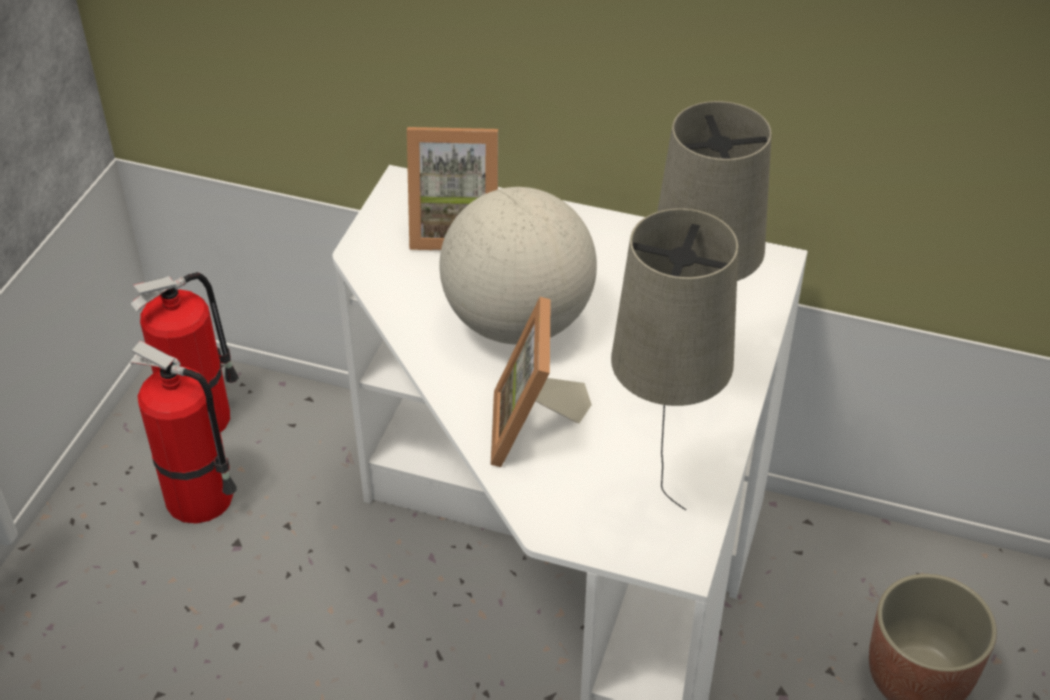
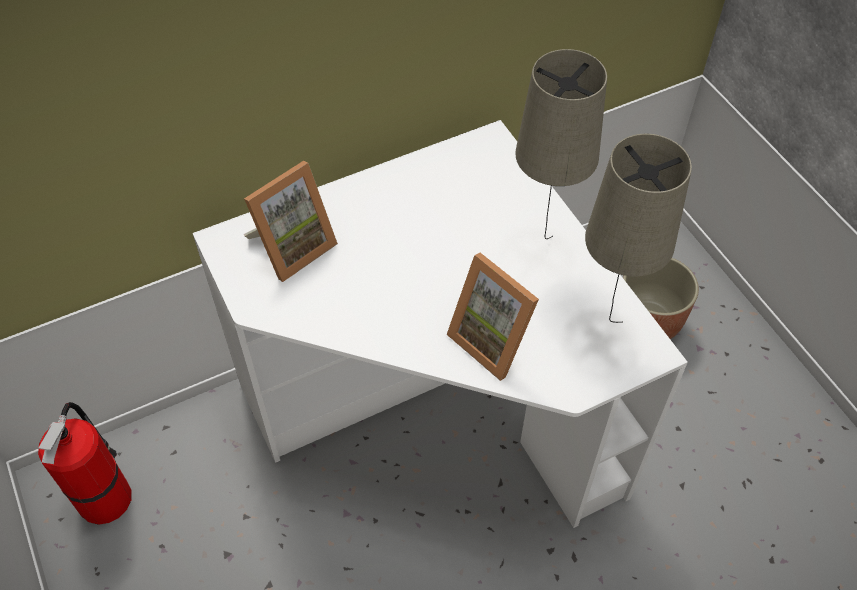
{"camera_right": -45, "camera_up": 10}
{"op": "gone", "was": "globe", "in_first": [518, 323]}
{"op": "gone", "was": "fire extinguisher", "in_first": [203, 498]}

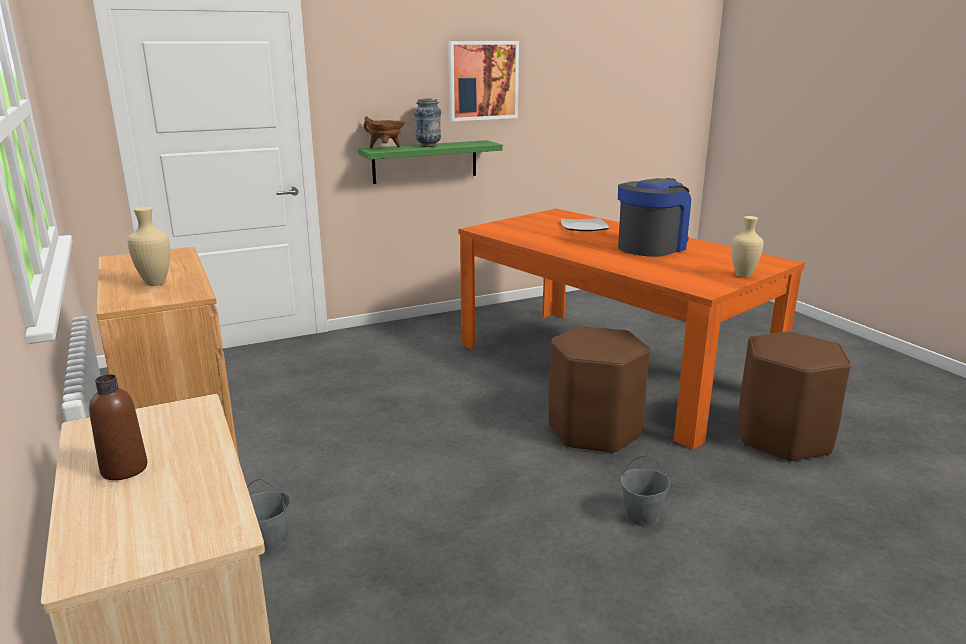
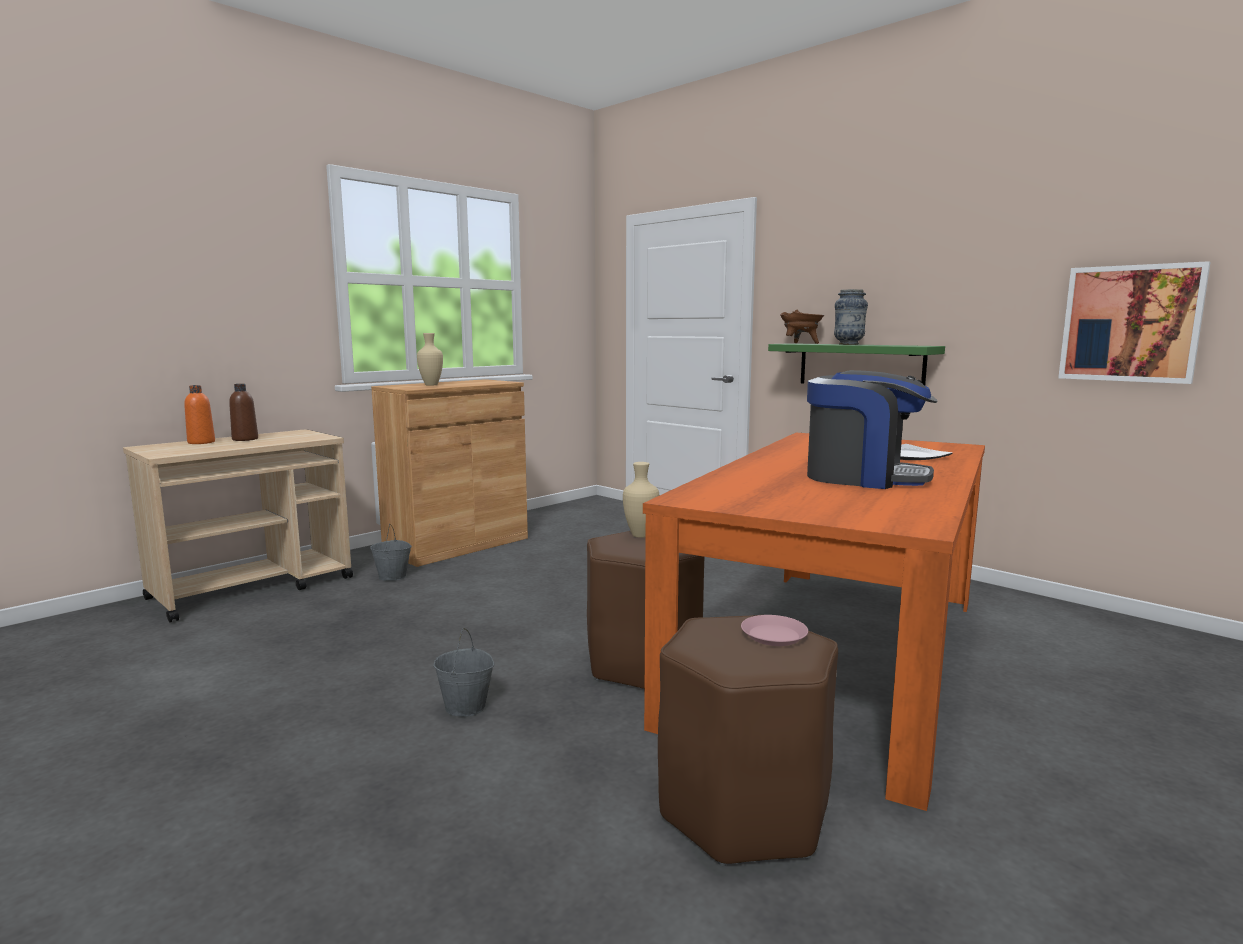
{"camera_right": 70, "camera_up": -10}
{"op": "shifted", "was": "picture", "in_first": [483, 80], "in_second": [1130, 323]}
{"op": "shifted", "was": "beige vase", "in_first": [743, 275], "in_second": [642, 535]}
{"op": "new", "now": "orange bottle", "in_second": [201, 442]}
{"op": "new", "now": "pink plate", "in_second": [773, 636]}

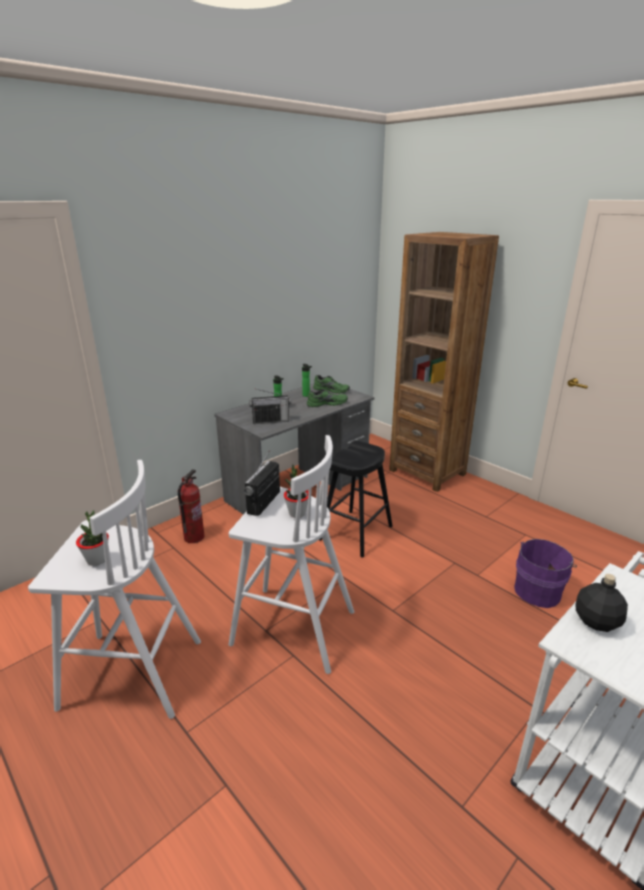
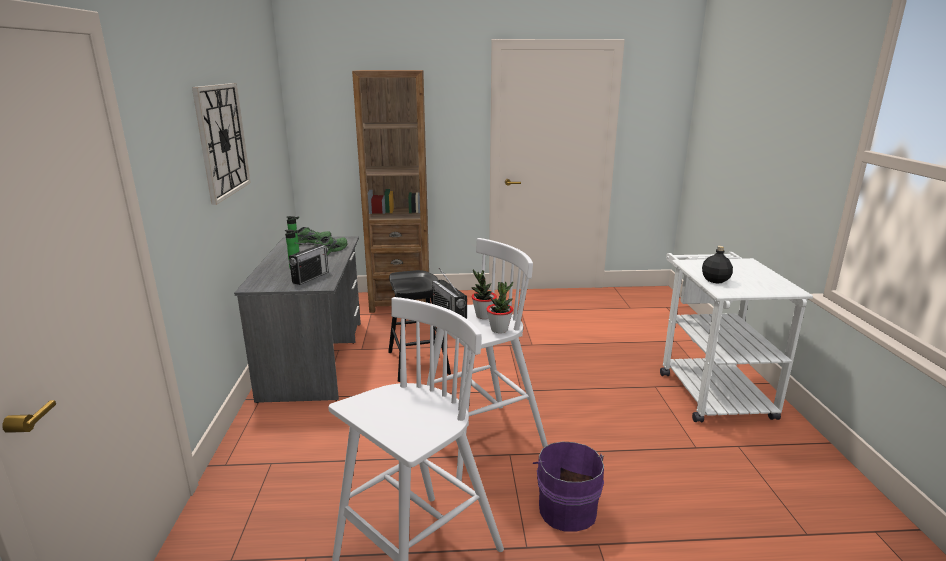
{"camera_right": -50, "camera_up": -5}
{"op": "gone", "was": "fire extinguisher", "in_first": [194, 537]}
{"op": "shifted", "was": "potted plant", "in_first": [97, 560], "in_second": [499, 329]}
{"op": "shifted", "was": "purple bucket", "in_first": [538, 590], "in_second": [566, 508]}
{"op": "new", "now": "wall clock", "in_second": [222, 140]}

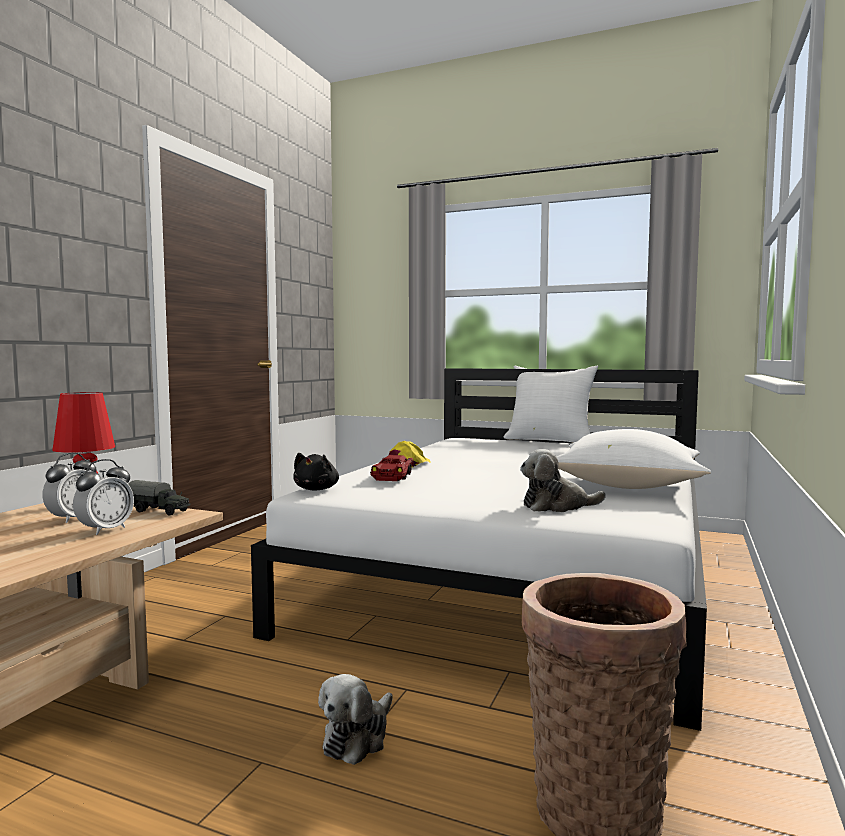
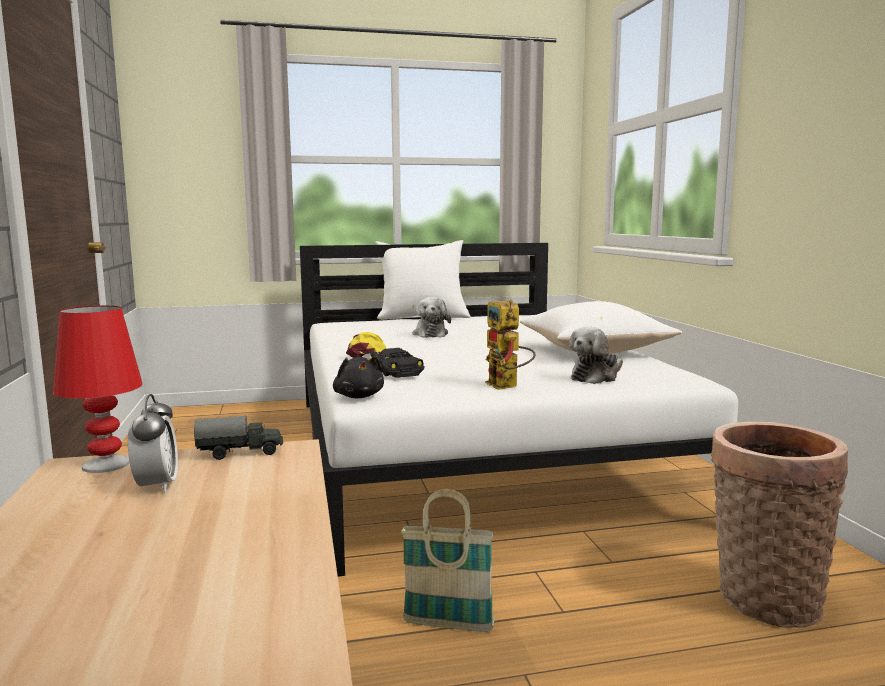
{"camera_right": -35, "camera_up": 5}
{"op": "repainted", "was": "red toy car", "now": "black toy car", "in_first": [394, 476], "in_second": [395, 371]}
{"op": "gone", "was": "alarm clock", "in_first": [105, 530]}
{"op": "shifted", "was": "plush toy", "in_first": [358, 737], "in_second": [430, 334]}
{"op": "new", "now": "toy robot", "in_second": [507, 386]}
{"op": "new", "now": "basket", "in_second": [448, 625]}

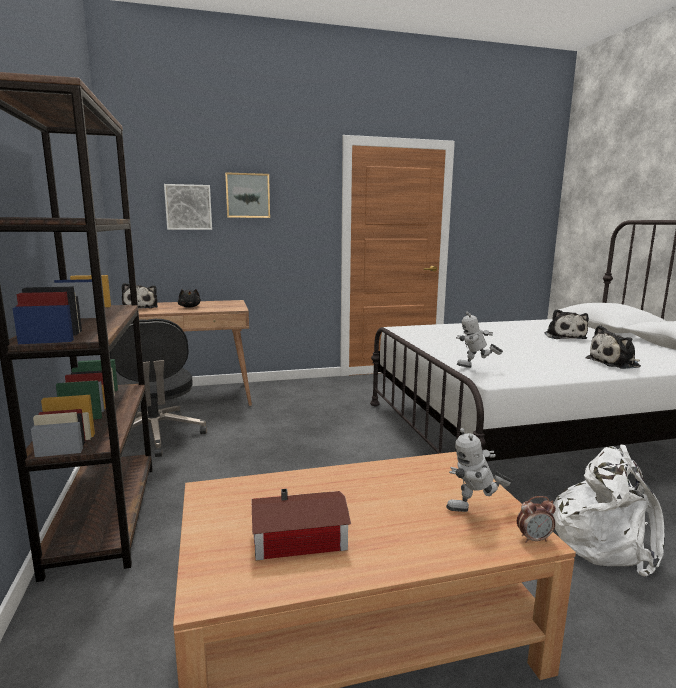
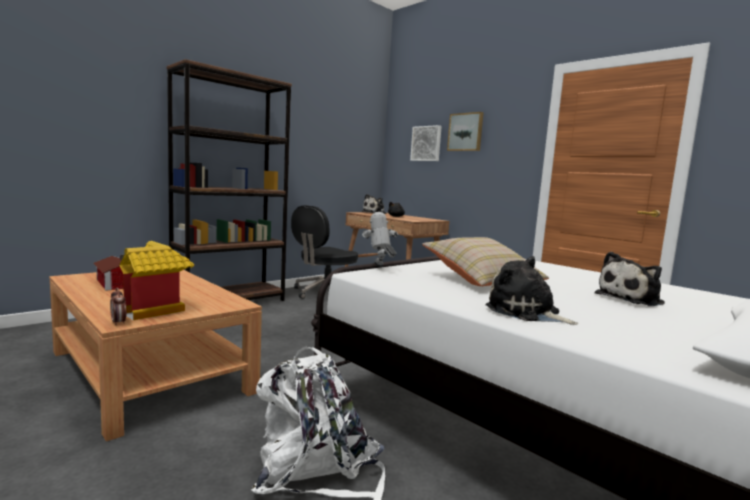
{"camera_right": 60, "camera_up": -5}
{"op": "swapped", "was": "toy robot", "now": "toy house", "in_first": [475, 511], "in_second": [157, 310]}
{"op": "new", "now": "beige pillow", "in_second": [482, 280]}

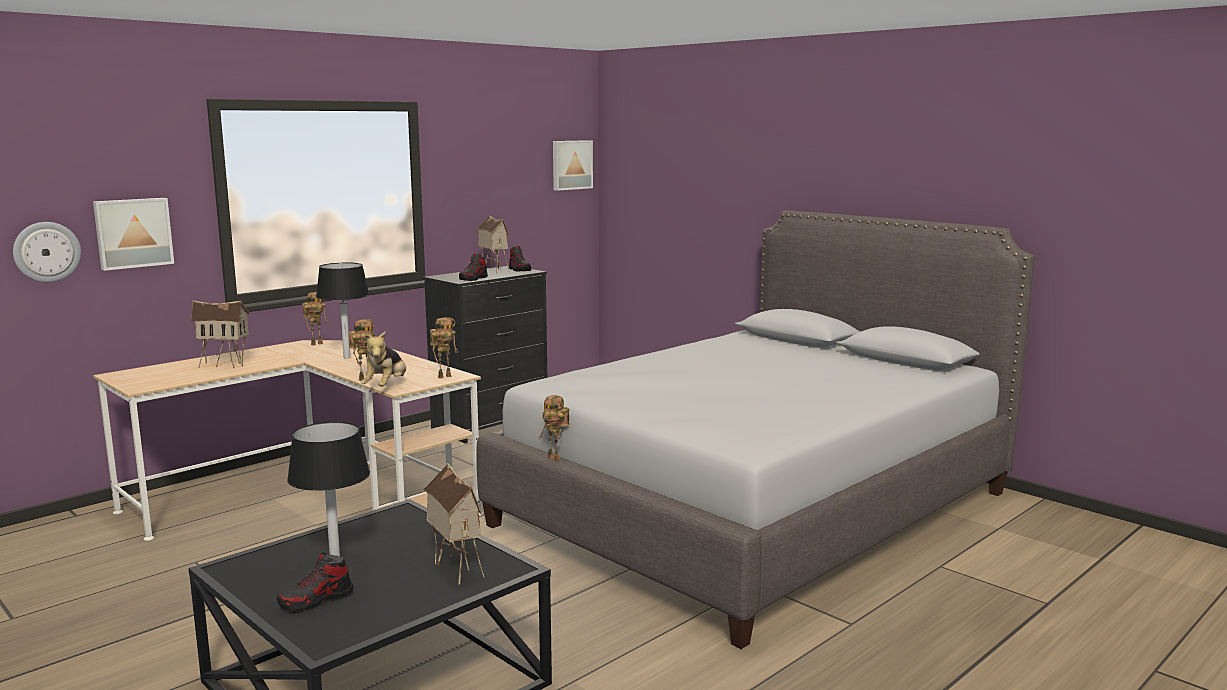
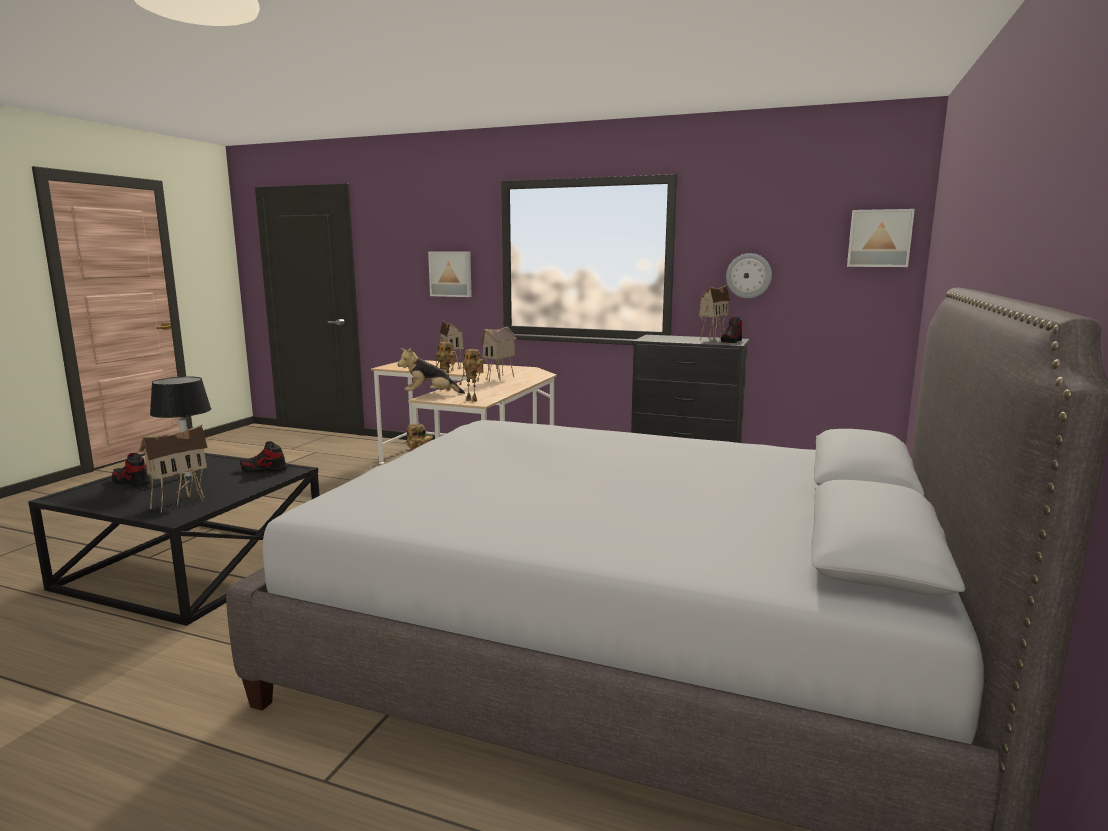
{"camera_right": 65, "camera_up": 0}
{"op": "shifted", "was": "wall clock", "in_first": [47, 252], "in_second": [748, 275]}
{"op": "shifted", "was": "shoe", "in_first": [473, 279], "in_second": [264, 470]}
{"op": "swapped", "was": "black table lamp", "now": "toy house", "in_first": [347, 357], "in_second": [500, 379]}
{"op": "gone", "was": "toy robot", "in_first": [317, 344]}

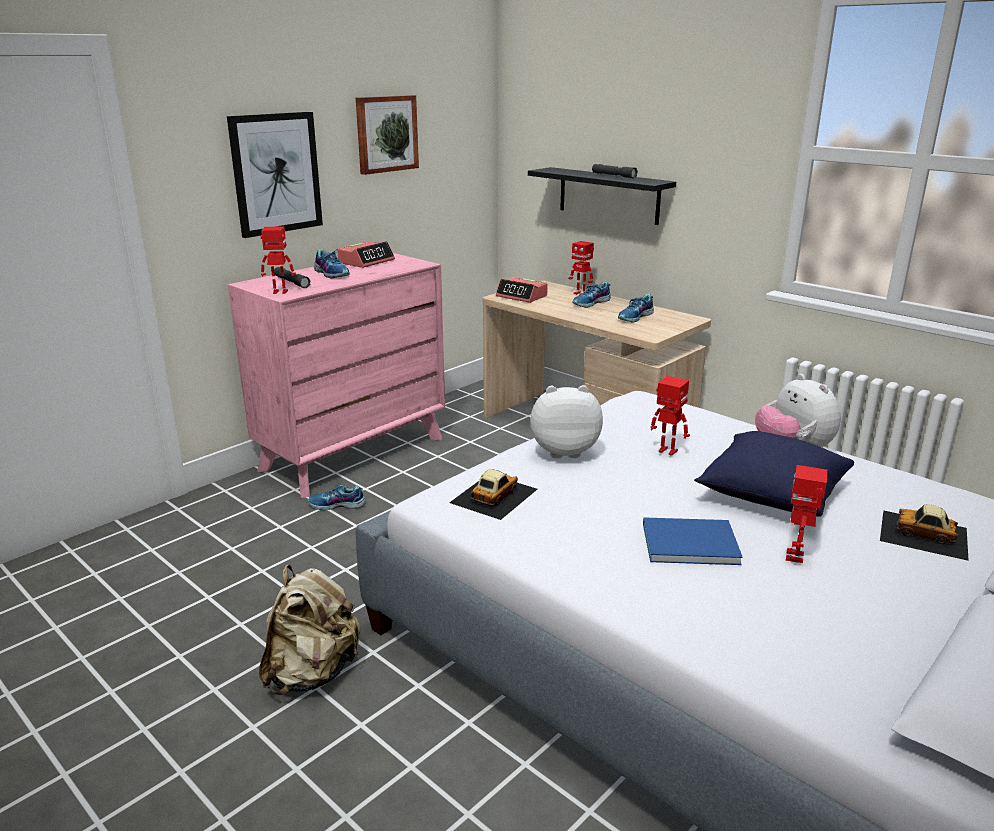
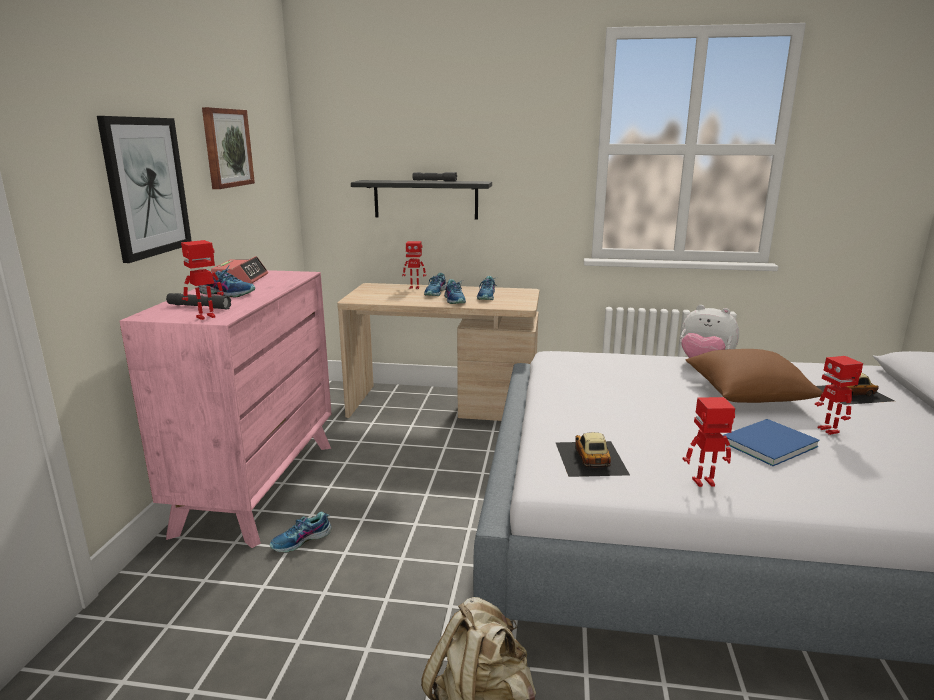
{"camera_right": -35, "camera_up": -5}
{"op": "gone", "was": "alarm clock", "in_first": [522, 296]}
{"op": "shifted", "was": "toy robot", "in_first": [667, 451], "in_second": [704, 483]}
{"op": "gone", "was": "plush toy", "in_first": [564, 451]}
{"op": "repainted", "was": "blue pillow", "now": "brown pillow", "in_first": [771, 494], "in_second": [747, 395]}
{"op": "new", "now": "shoe", "in_second": [455, 300]}

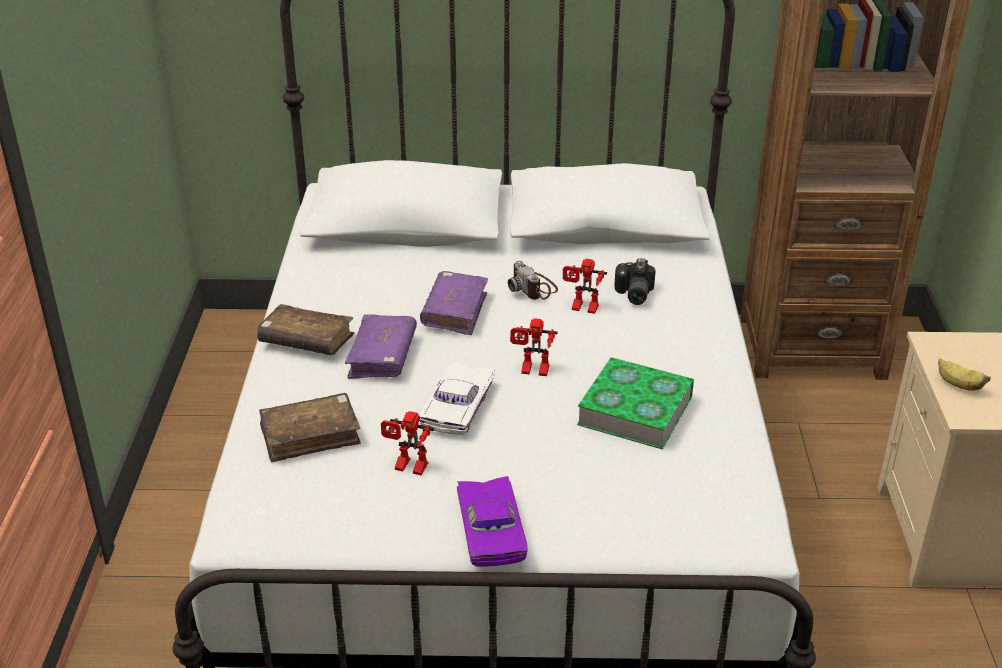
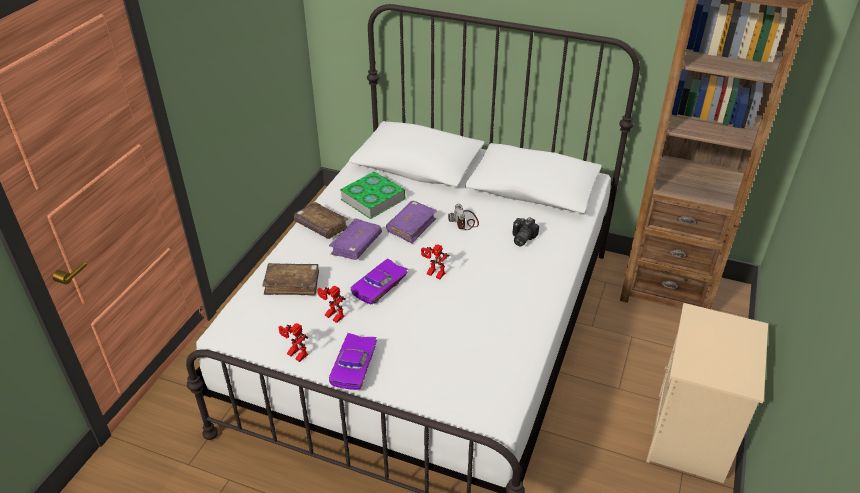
{"camera_right": 20, "camera_up": 5}
{"op": "shifted", "was": "toy robot", "in_first": [582, 309], "in_second": [294, 355]}
{"op": "shifted", "was": "book", "in_first": [635, 410], "in_second": [373, 199]}
{"op": "gone", "was": "banana", "in_first": [957, 385]}
{"op": "repainted", "was": "white toy car", "now": "purple toy car", "in_first": [460, 407], "in_second": [381, 287]}

